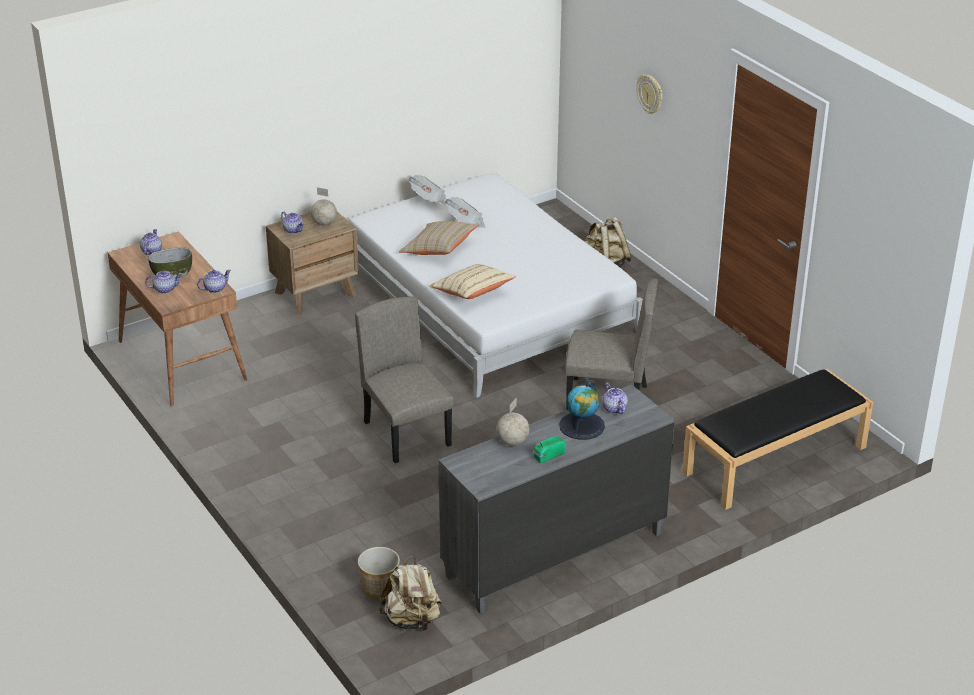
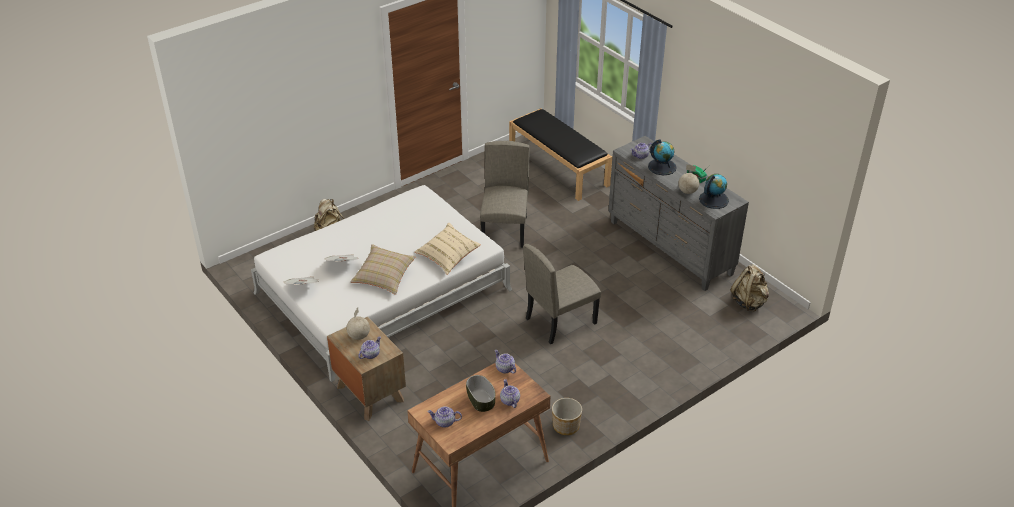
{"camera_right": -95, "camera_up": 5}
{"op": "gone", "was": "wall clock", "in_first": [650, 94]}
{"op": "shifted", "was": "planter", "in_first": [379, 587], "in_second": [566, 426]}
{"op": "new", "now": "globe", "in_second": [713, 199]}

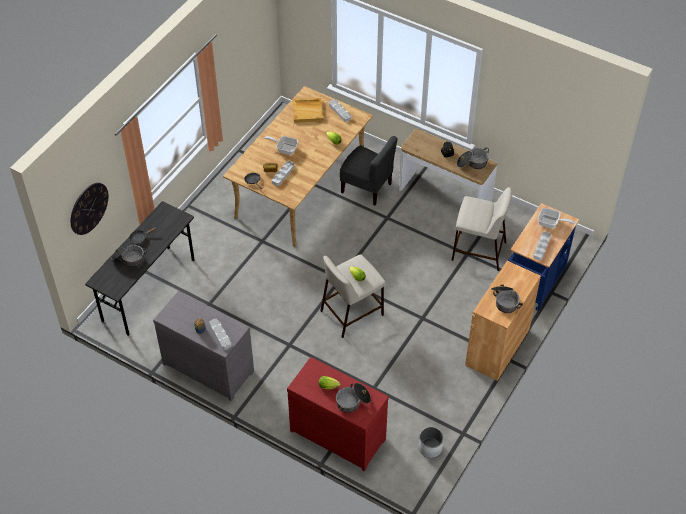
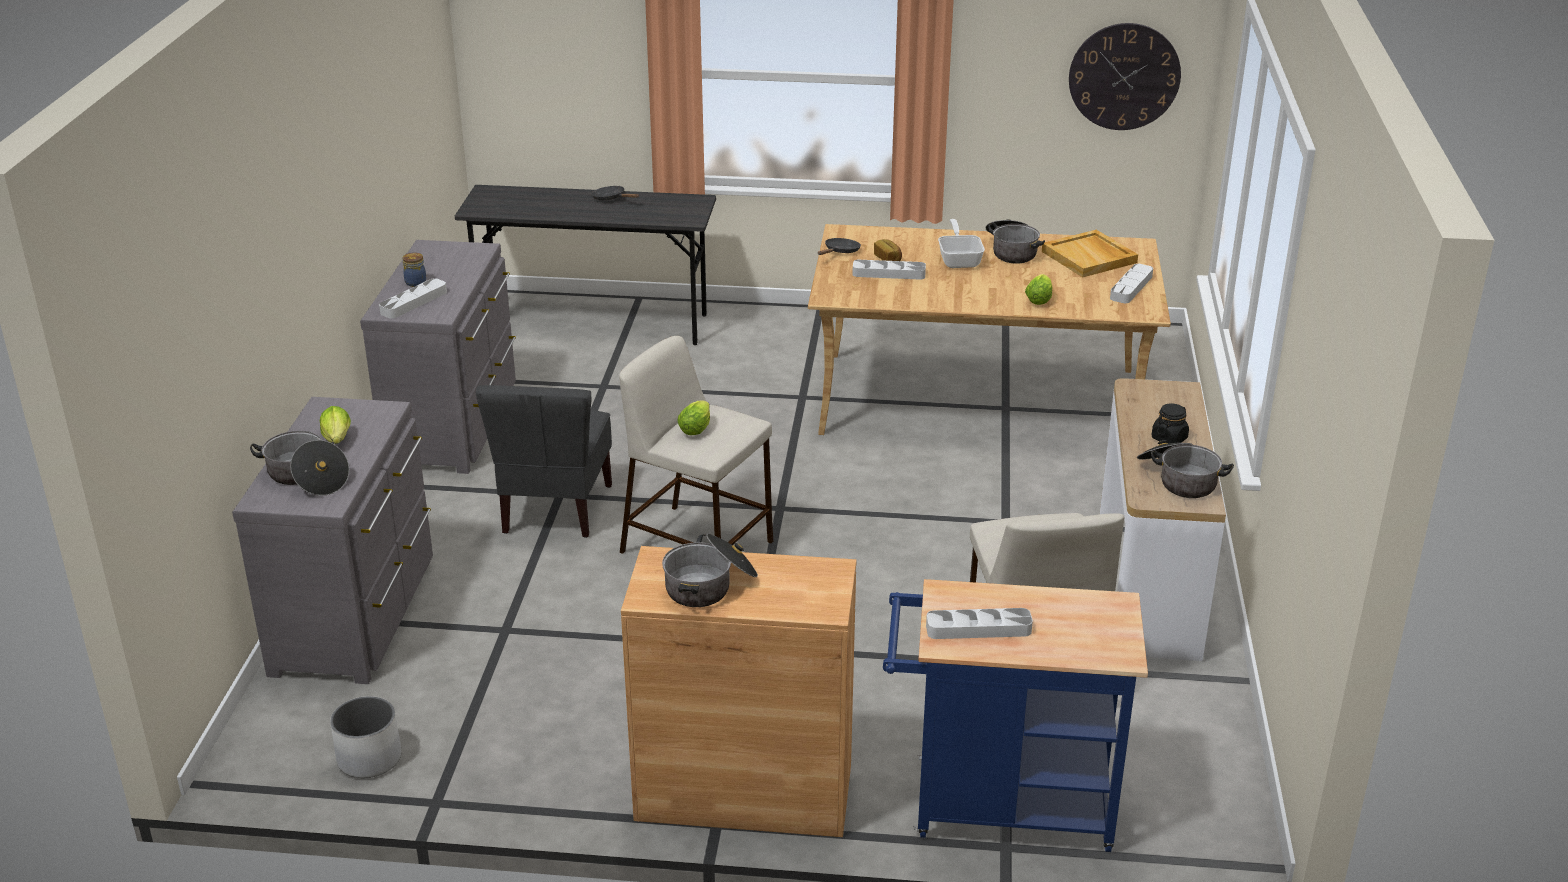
{"camera_right": 65, "camera_up": -20}
{"op": "shifted", "was": "grey chair", "in_first": [367, 188], "in_second": [555, 509]}
{"op": "shifted", "was": "wall clock", "in_first": [89, 208], "in_second": [1124, 76]}
{"op": "gone", "was": "frying pan", "in_first": [551, 223]}
{"op": "shifted", "was": "cooking pot", "in_first": [129, 259], "in_second": [1012, 251]}
{"op": "repainted", "was": "red dresser", "now": "grey dresser", "in_first": [338, 432], "in_second": [358, 614]}

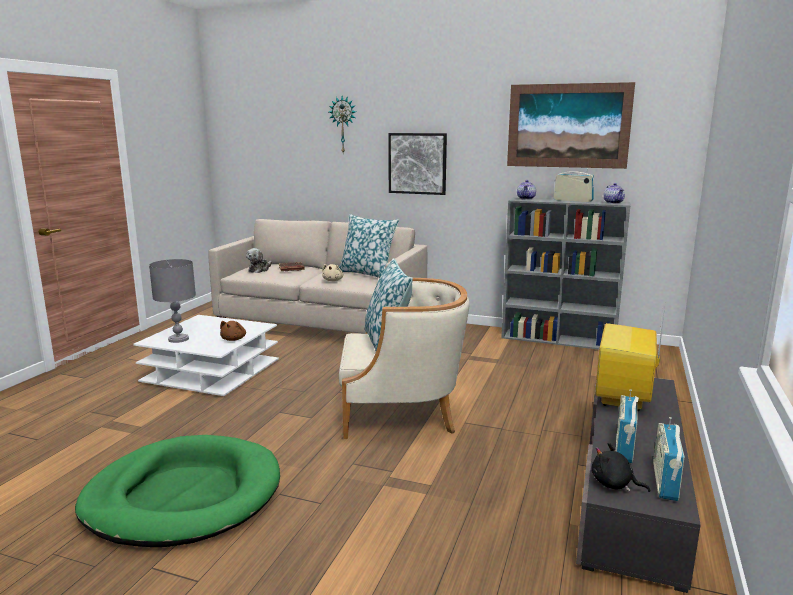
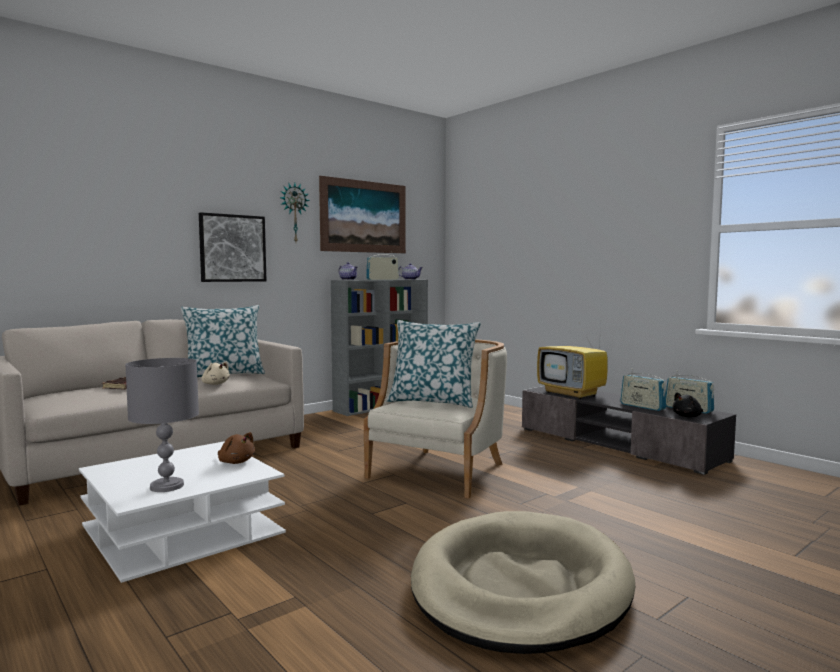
{"camera_right": -60, "camera_up": -10}
{"op": "shifted", "was": "wall clock", "in_first": [343, 125], "in_second": [294, 213]}
{"op": "gone", "was": "plush toy", "in_first": [259, 270]}
{"op": "repainted", "was": "green dog bed", "now": "beige dog bed", "in_first": [183, 496], "in_second": [520, 586]}

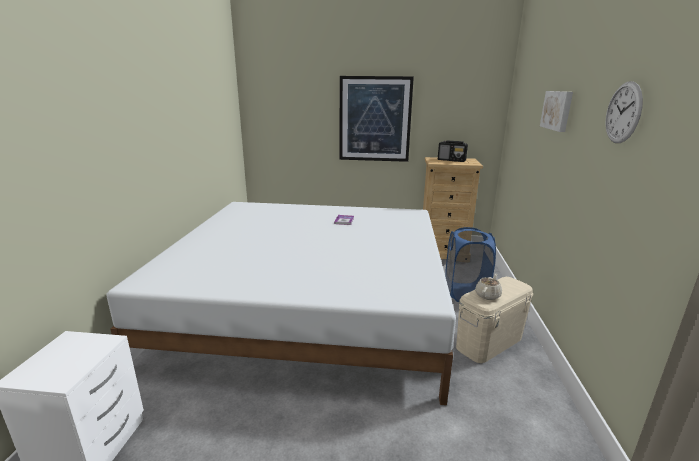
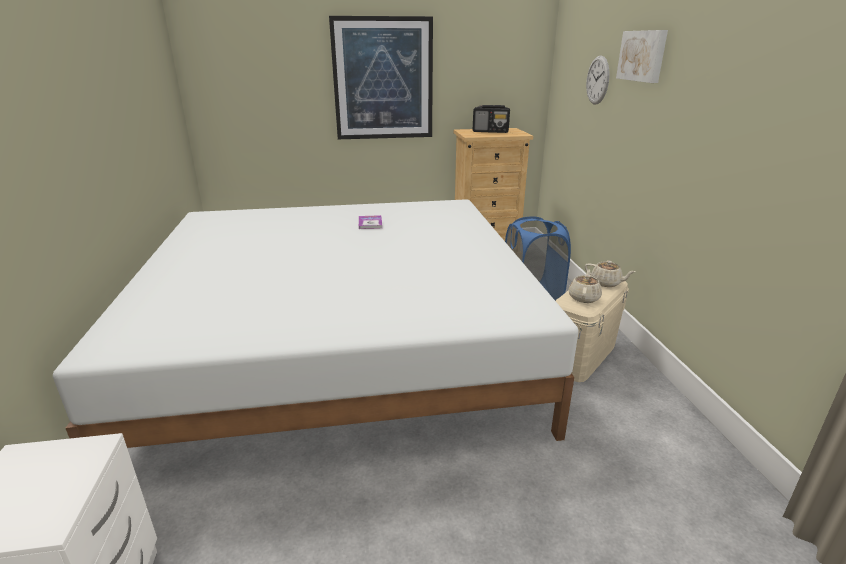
{"camera_right": -15, "camera_up": 5}
{"op": "shifted", "was": "wall clock", "in_first": [623, 113], "in_second": [597, 80]}
{"op": "new", "now": "beige teapot", "in_second": [606, 283]}

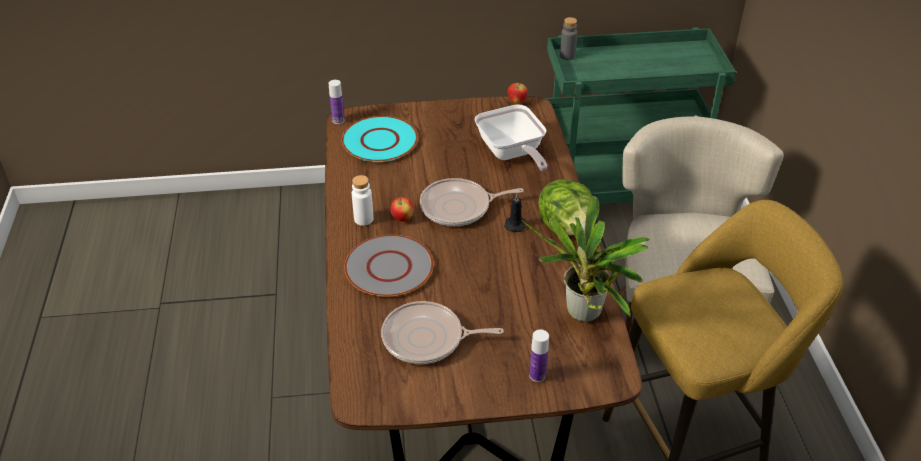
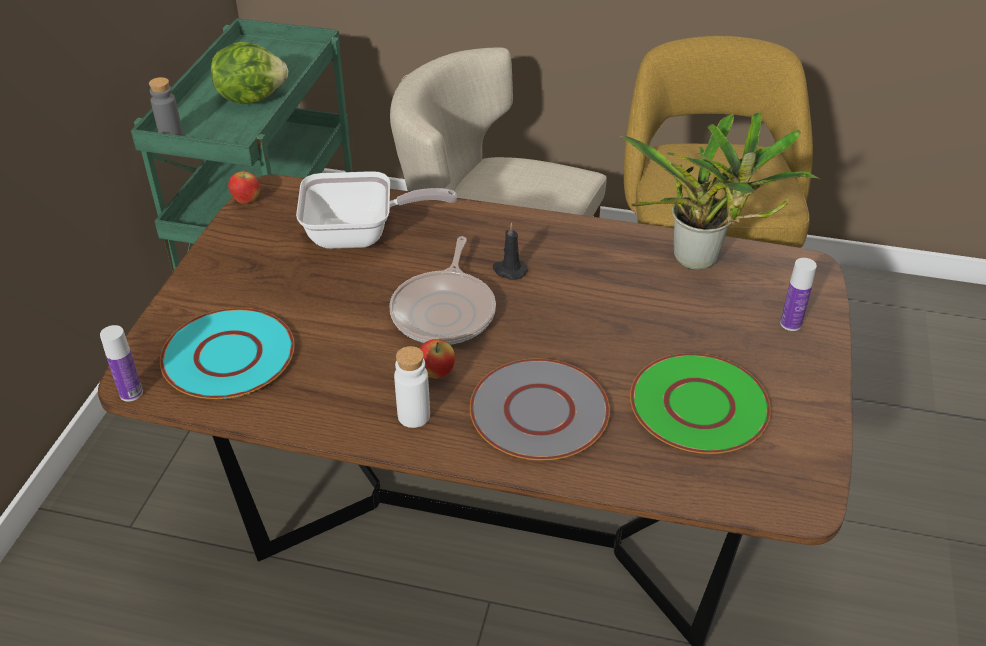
{"camera_right": -70, "camera_up": 0}
{"op": "shifted", "was": "lettuce", "in_first": [566, 227], "in_second": [251, 97]}
{"op": "swapped", "was": "frying pan", "now": "green plate", "in_first": [427, 339], "in_second": [699, 405]}

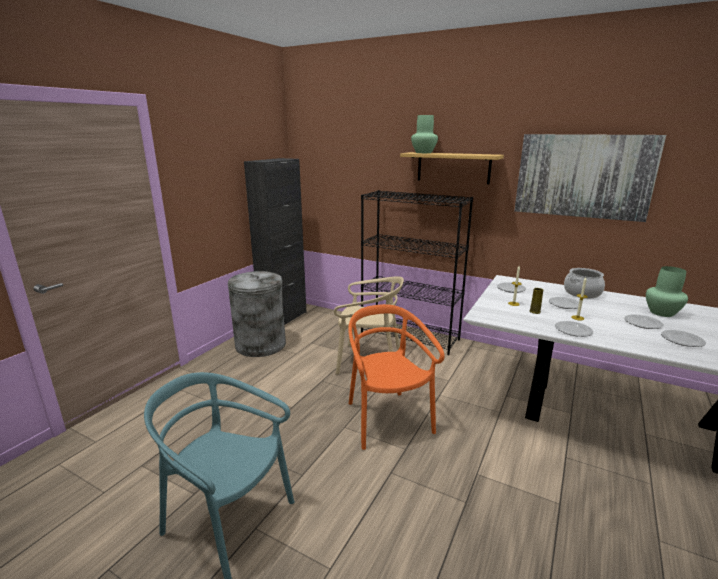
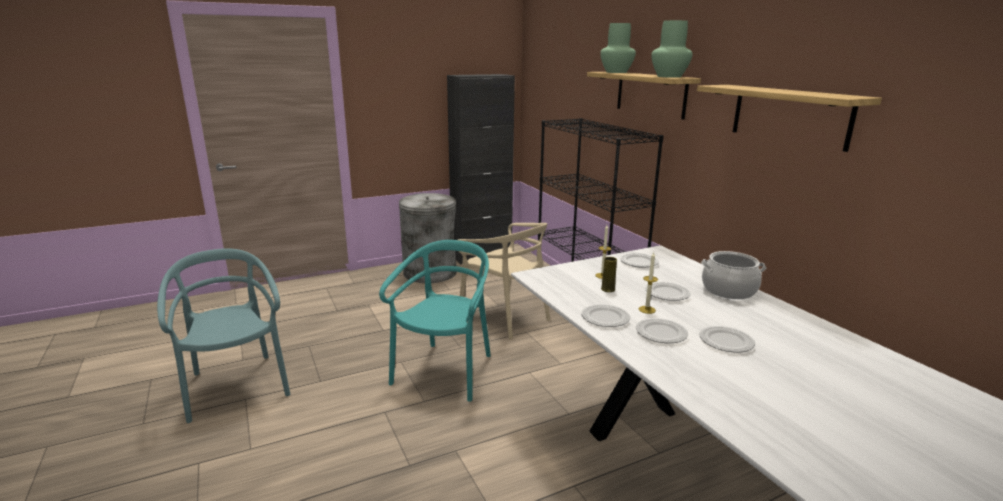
{"camera_right": 35, "camera_up": 0}
{"op": "swapped", "was": "picture", "now": "shelf", "in_first": [583, 176], "in_second": [789, 115]}
{"op": "shifted", "was": "green vase", "in_first": [662, 313], "in_second": [669, 76]}
{"op": "repainted", "was": "orange chair", "now": "turquoise chair", "in_first": [387, 419], "in_second": [445, 371]}
{"op": "shifted", "was": "plate", "in_first": [682, 340], "in_second": [661, 333]}

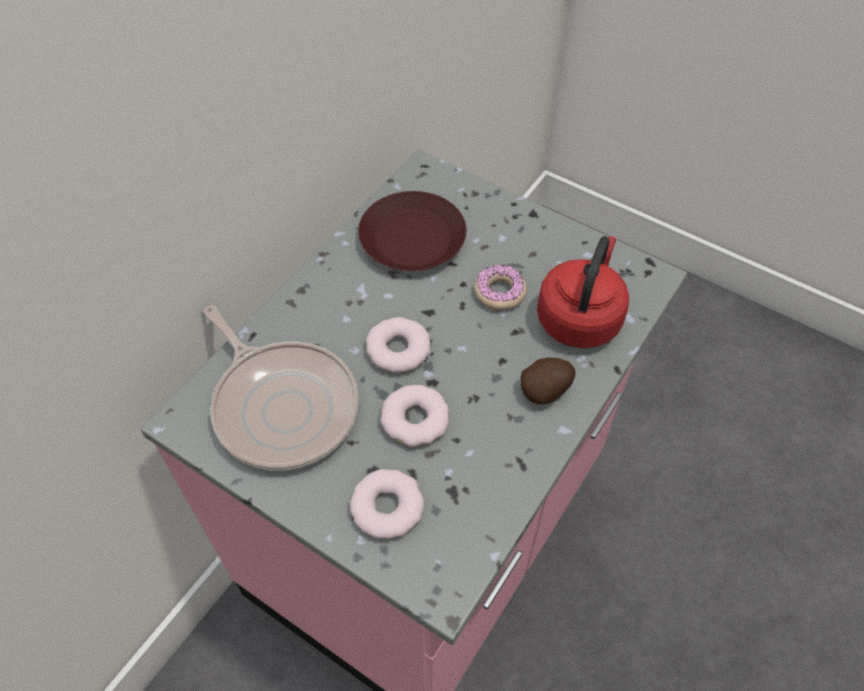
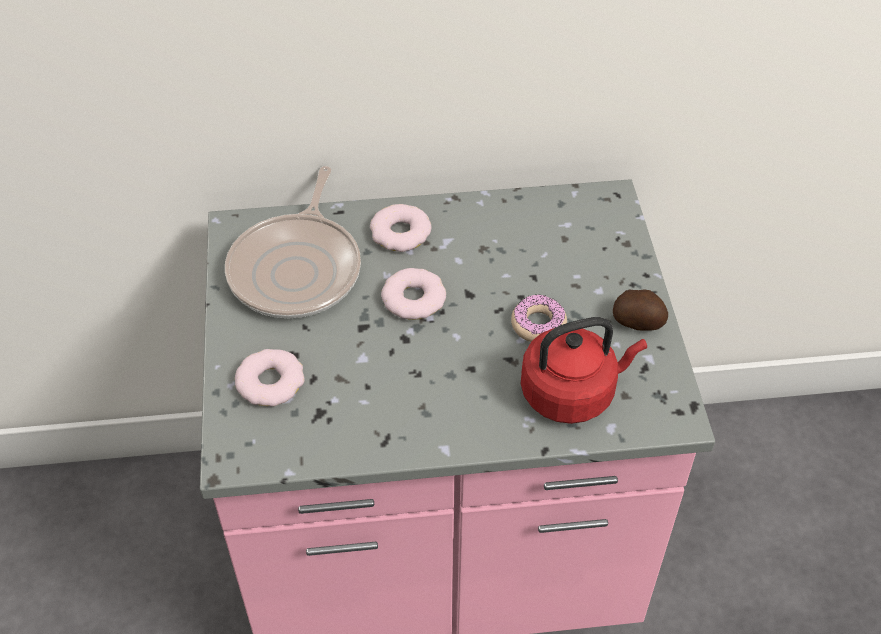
{"camera_right": 50, "camera_up": -5}
{"op": "gone", "was": "brown plate", "in_first": [413, 239]}
{"op": "shifted", "was": "potato", "in_first": [546, 390], "in_second": [638, 323]}
{"op": "shifted", "was": "donut", "in_first": [415, 419], "in_second": [400, 233]}

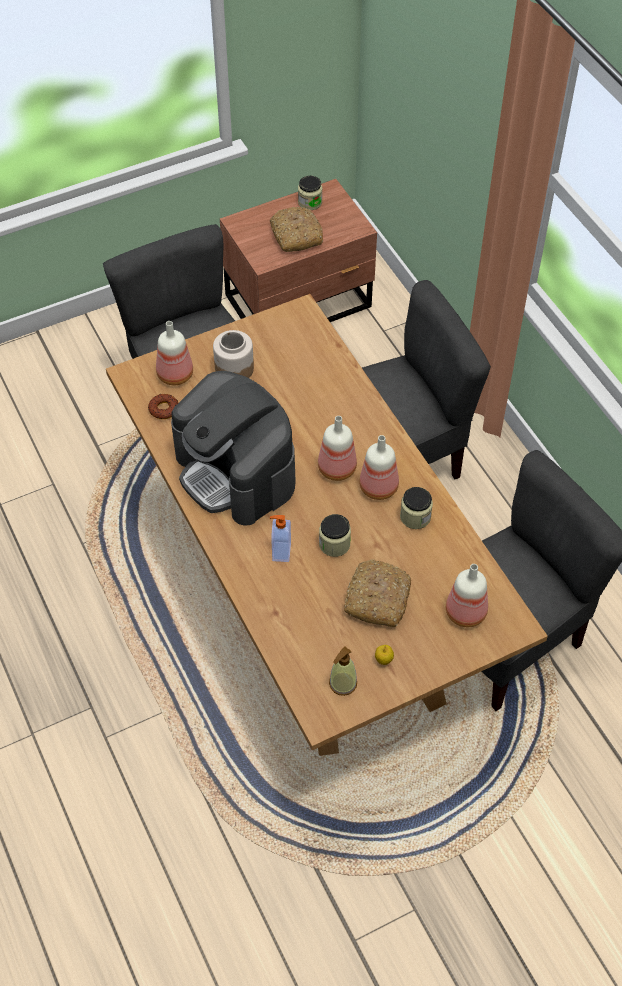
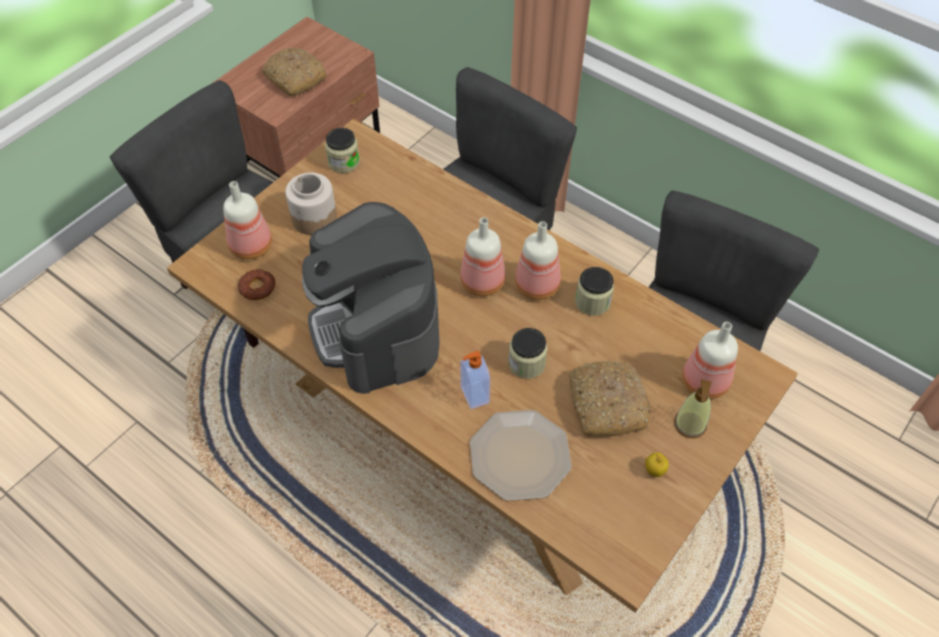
{"camera_right": -25, "camera_up": 0}
{"op": "shifted", "was": "jar", "in_first": [310, 202], "in_second": [344, 162]}
{"op": "rotated", "was": "coffee machine", "in_first": [236, 472], "in_second": [376, 327], "clockwise": 45}
{"op": "shifted", "was": "soap dispenser", "in_first": [342, 683], "in_second": [690, 425]}
{"op": "new", "now": "plate", "in_second": [521, 455]}

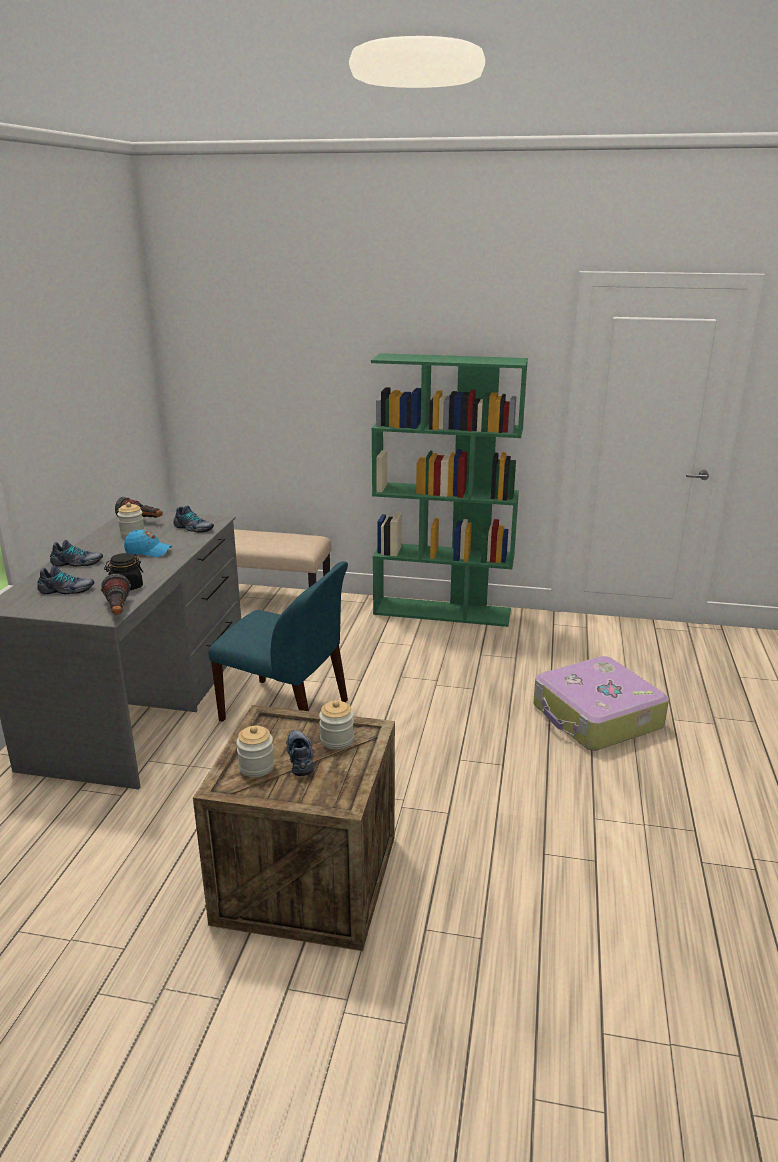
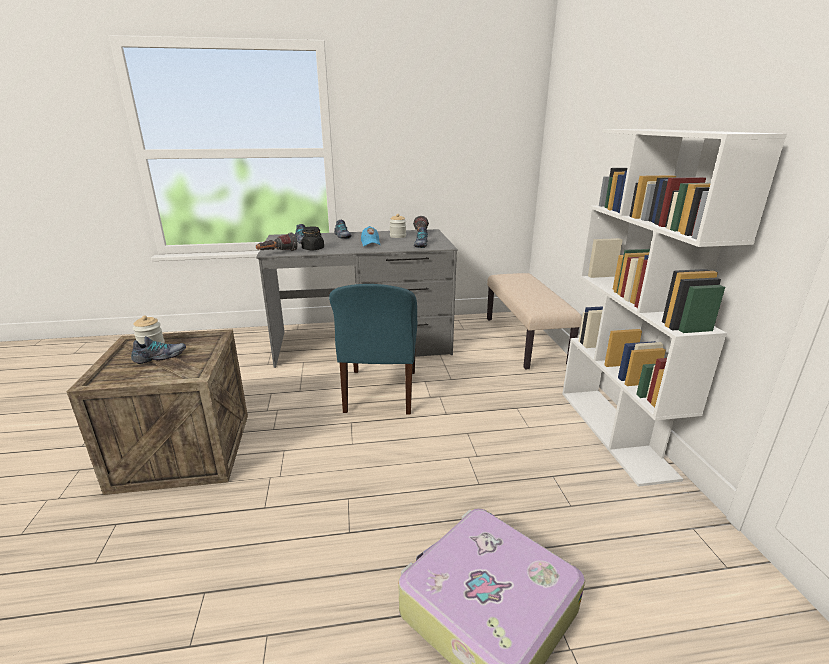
{"camera_right": 70, "camera_up": 0}
{"op": "repainted", "was": "green bookcase", "now": "white bookcase", "in_first": [443, 612], "in_second": [615, 432]}
{"op": "gone", "was": "jar", "in_first": [337, 740]}

